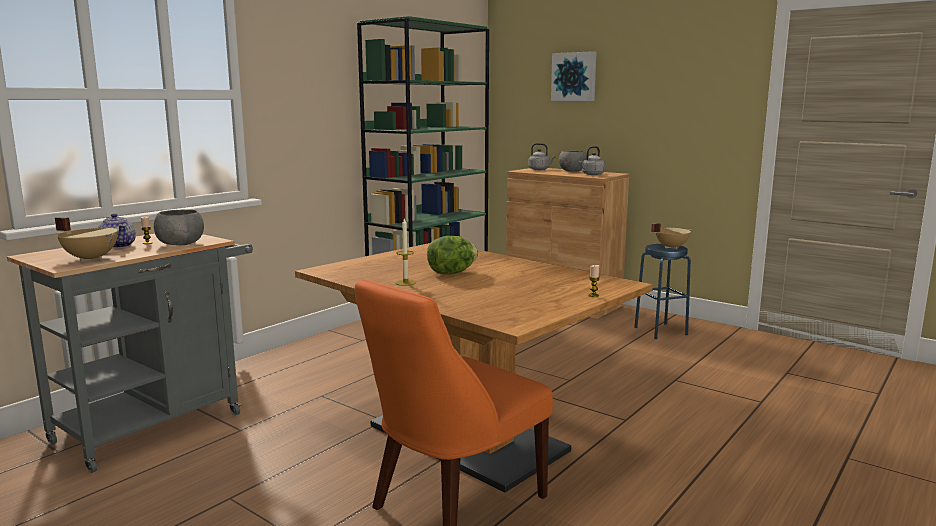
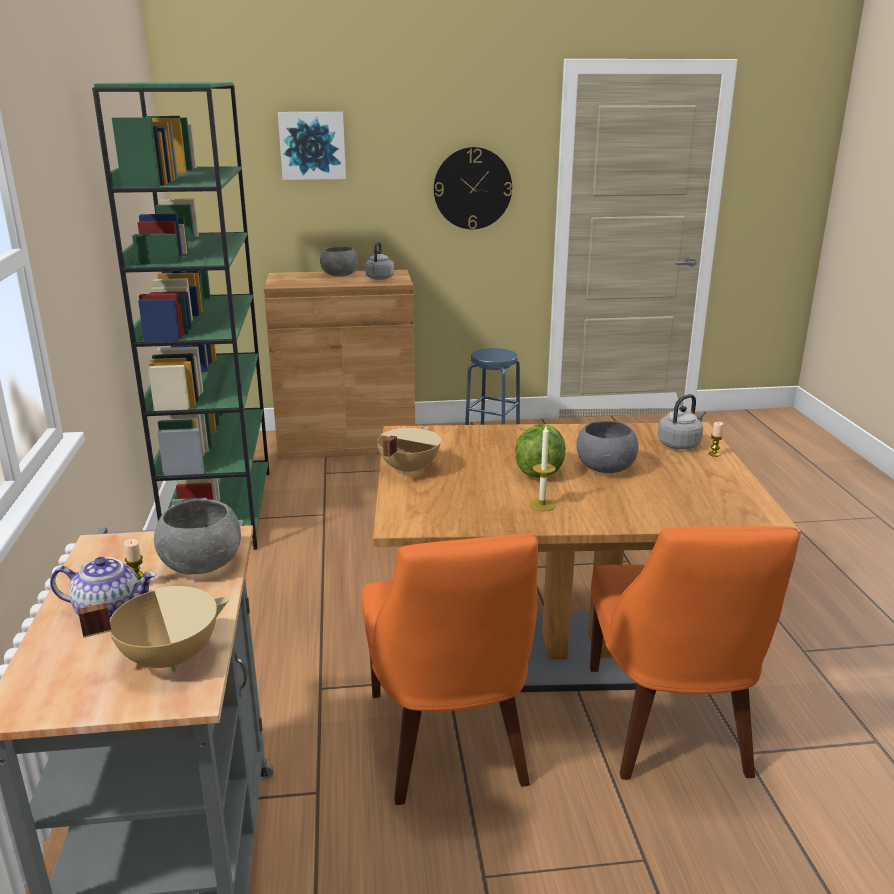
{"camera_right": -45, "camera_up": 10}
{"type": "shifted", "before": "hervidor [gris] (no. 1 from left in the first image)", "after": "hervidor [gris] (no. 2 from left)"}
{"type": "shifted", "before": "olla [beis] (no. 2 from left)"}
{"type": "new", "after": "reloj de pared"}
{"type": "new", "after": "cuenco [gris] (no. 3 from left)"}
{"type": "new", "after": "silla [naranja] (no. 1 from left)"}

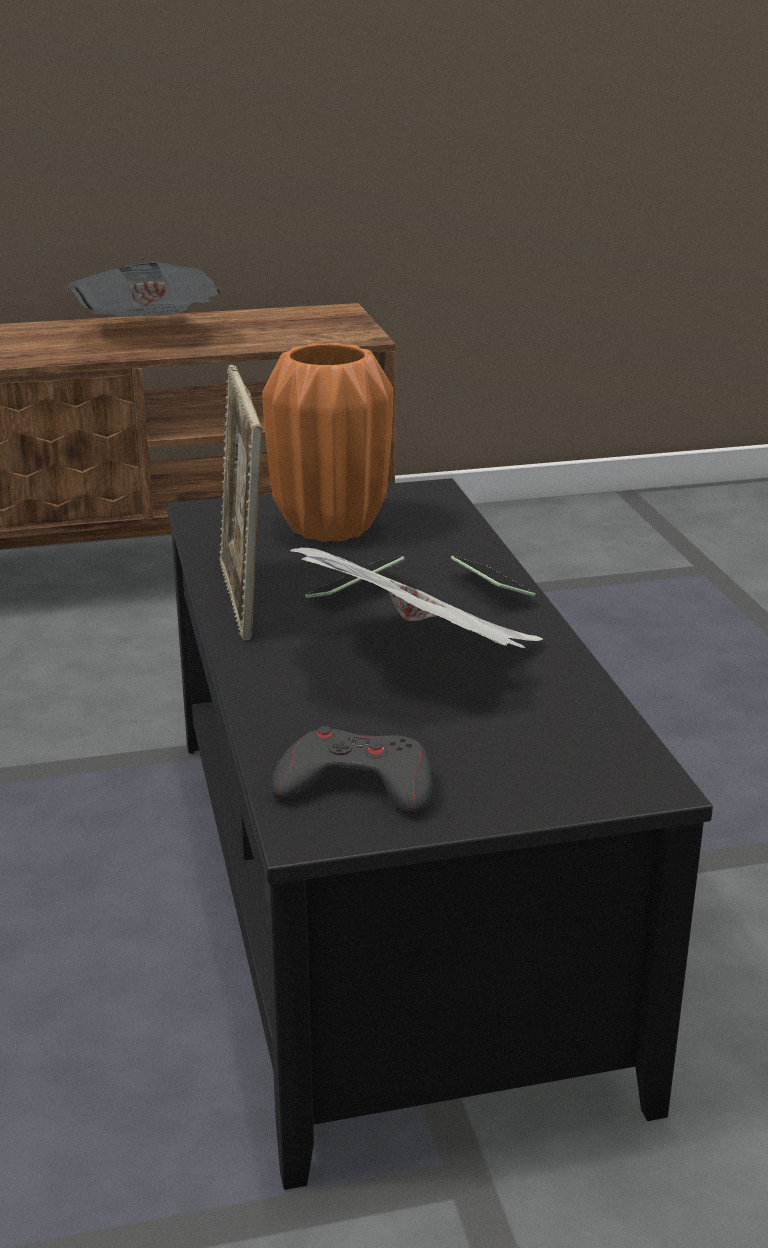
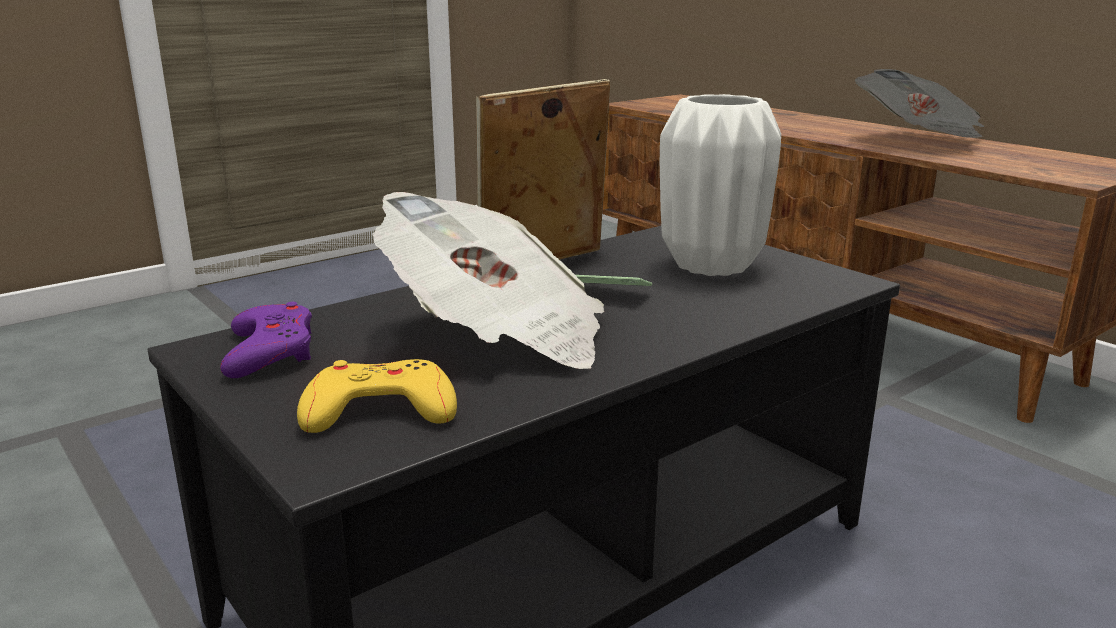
{"camera_right": 65, "camera_up": -5}
{"type": "repainted", "before": "florero [naranja]", "after": "florero [blanco]"}
{"type": "gone", "before": "móvil (no. 2 from left)"}
{"type": "repainted", "before": "mando de consola [gris]", "after": "mando de consola [morado]"}
{"type": "new", "after": "mando de consola [amarillo]"}

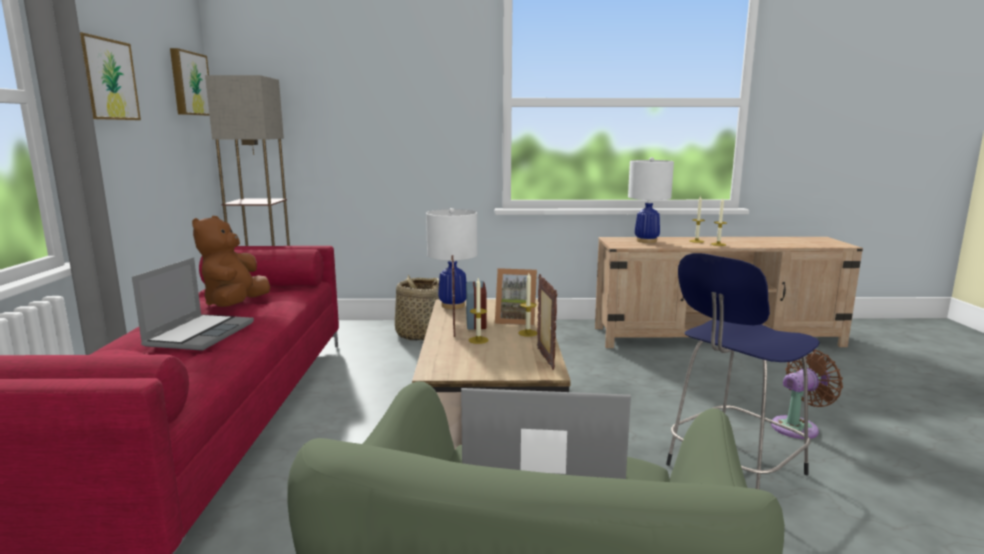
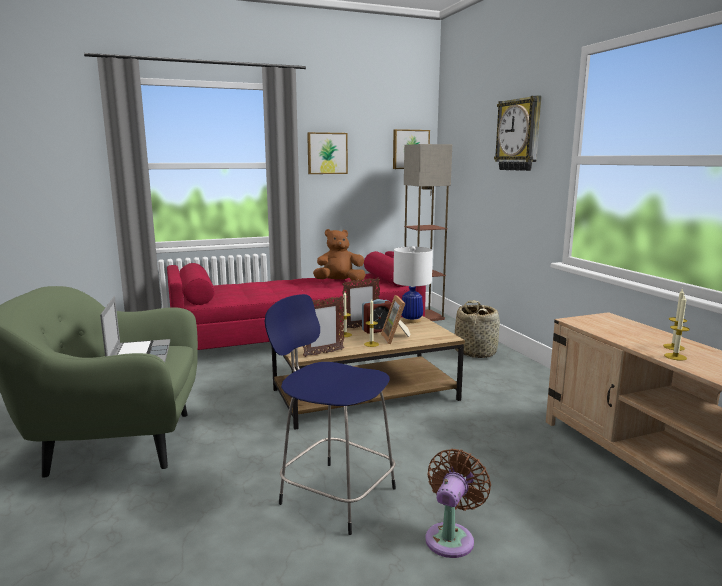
{"camera_right": 70, "camera_up": 0}
{"type": "gone", "before": "lámpara de mesa [blanco] (no. 2 from left)"}
{"type": "gone", "before": "portátil (no. 1 from left)"}
{"type": "rotated", "before": "ventilador [marrón]", "turn": -105}
{"type": "new", "after": "reloj de pared"}

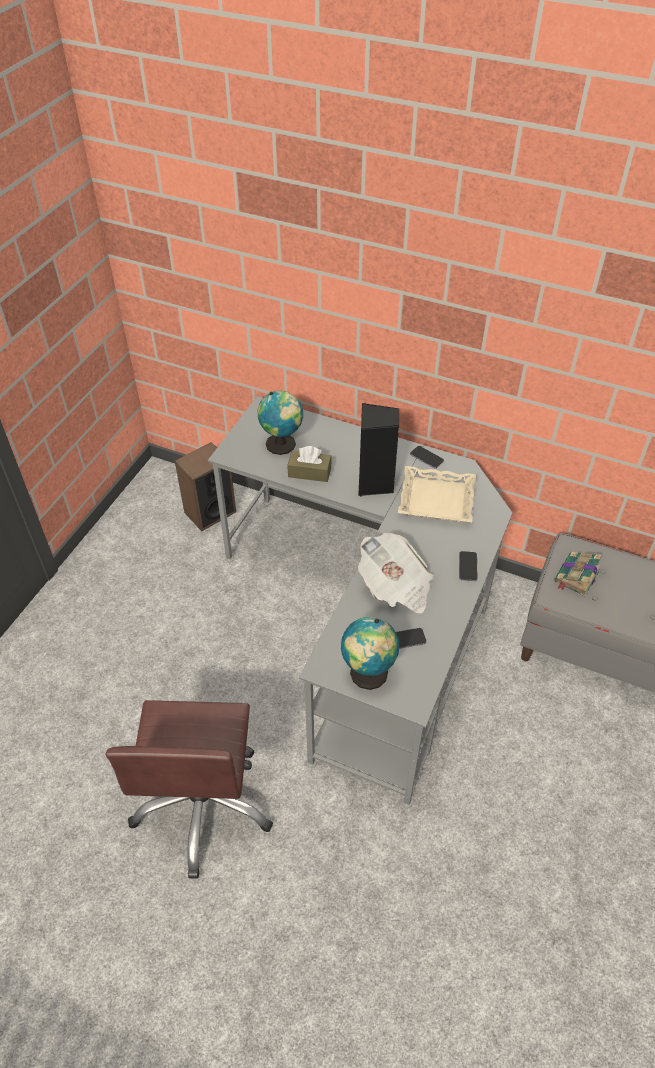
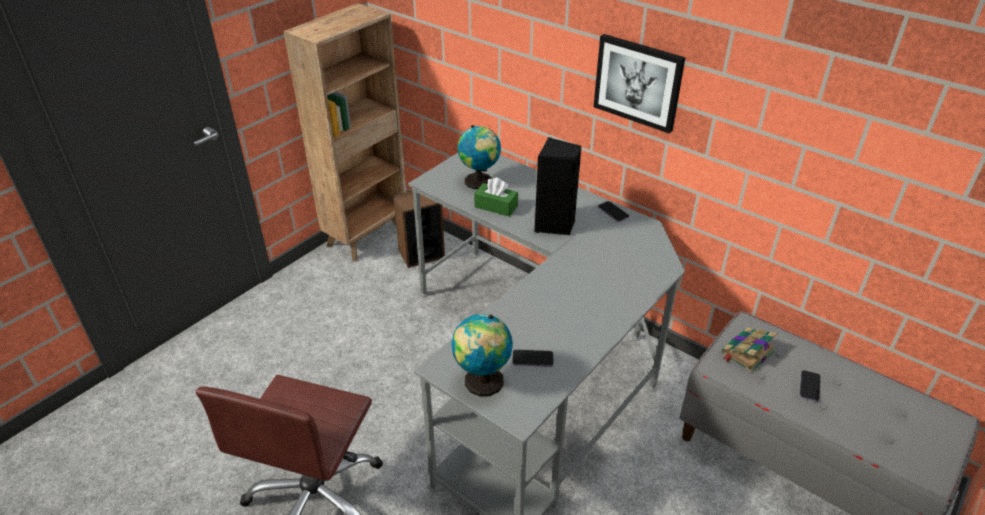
{"camera_right": 15, "camera_up": -10}
{"type": "repainted", "before": "caja de pañuelos [marrón]", "after": "caja de pañuelos [verde]"}
{"type": "gone", "before": "bandeja [beis]"}
{"type": "gone", "before": "periódico"}
{"type": "shifted", "before": "móvil (no. 3 from left)"}
{"type": "new", "after": "estantería [marrón]"}
{"type": "new", "after": "cuadro"}

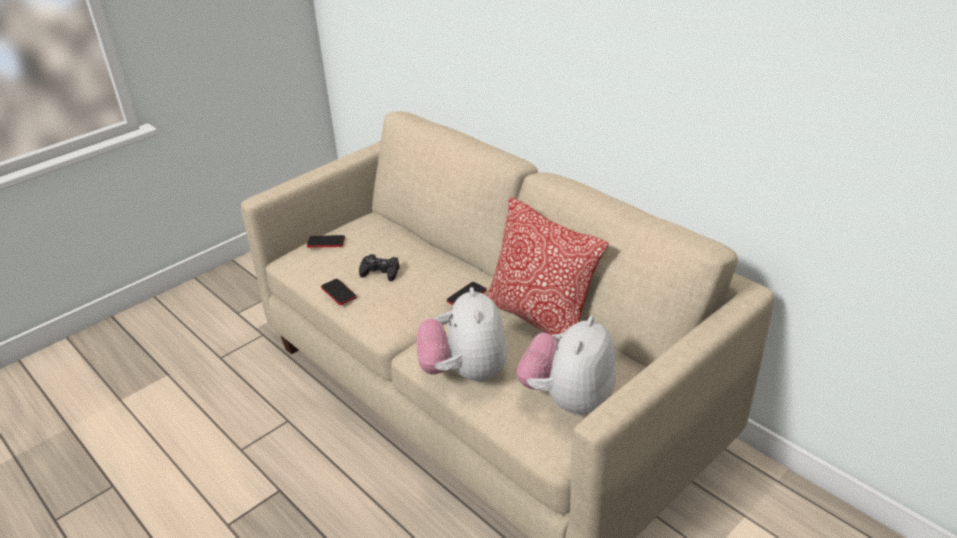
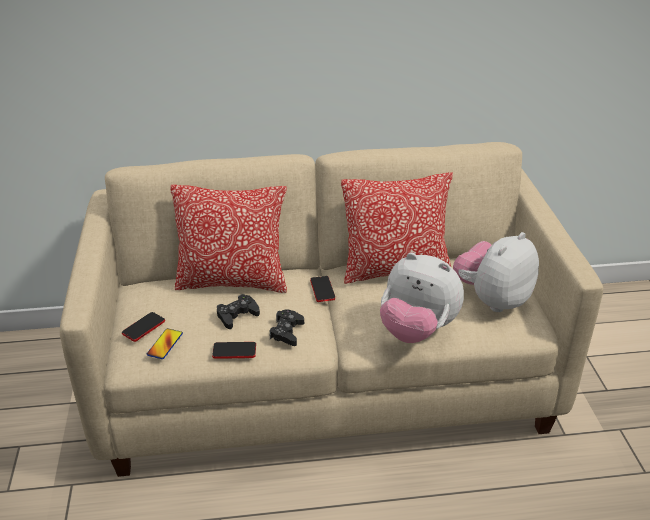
{"camera_right": -55, "camera_up": 0}
{"type": "rotated", "before": "peluche (no. 2 from left)", "turn": 75}
{"type": "new", "after": "cojín (no. 1 from left)"}
{"type": "new", "after": "mando de consola [negro] (no. 2 from left)"}
{"type": "new", "after": "móvil (no. 2 from left)"}

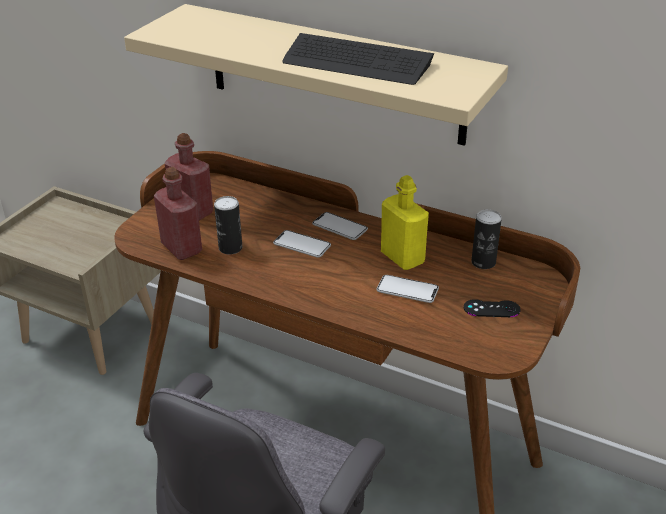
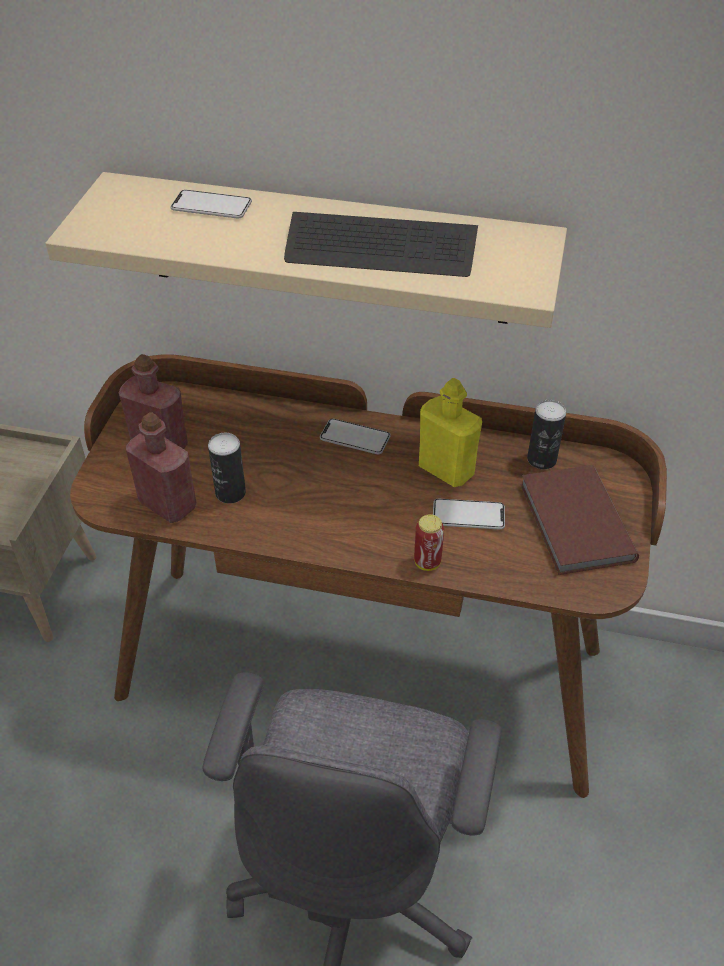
{"camera_right": -15, "camera_up": 10}
{"type": "shifted", "before": "móvil (no. 1 from left)"}
{"type": "swapped", "before": "mando de consola [negro]", "after": "libro [marrón]"}
{"type": "new", "after": "lata (no. 2 from left)"}

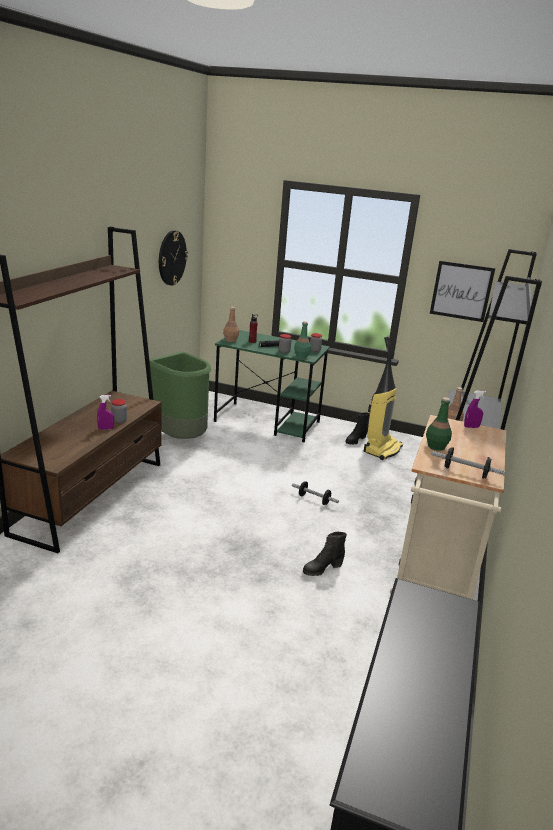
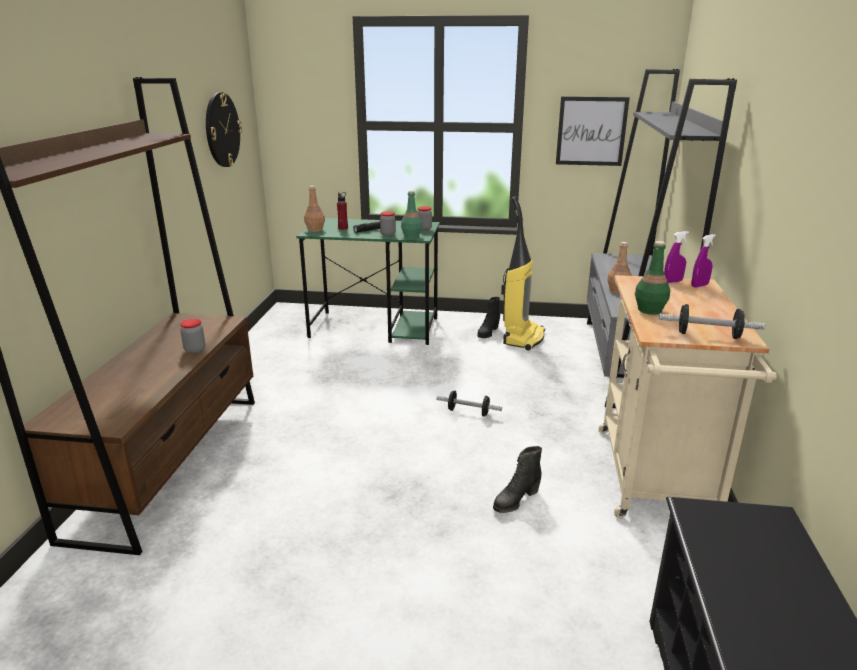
{"camera_right": -10, "camera_up": 0}
{"type": "gone", "before": "papelera [verde]"}
{"type": "shifted", "before": "pulverizador [morado] (no. 1 from left in the first image)", "after": "pulverizador [morado] (no. 2 from left)"}

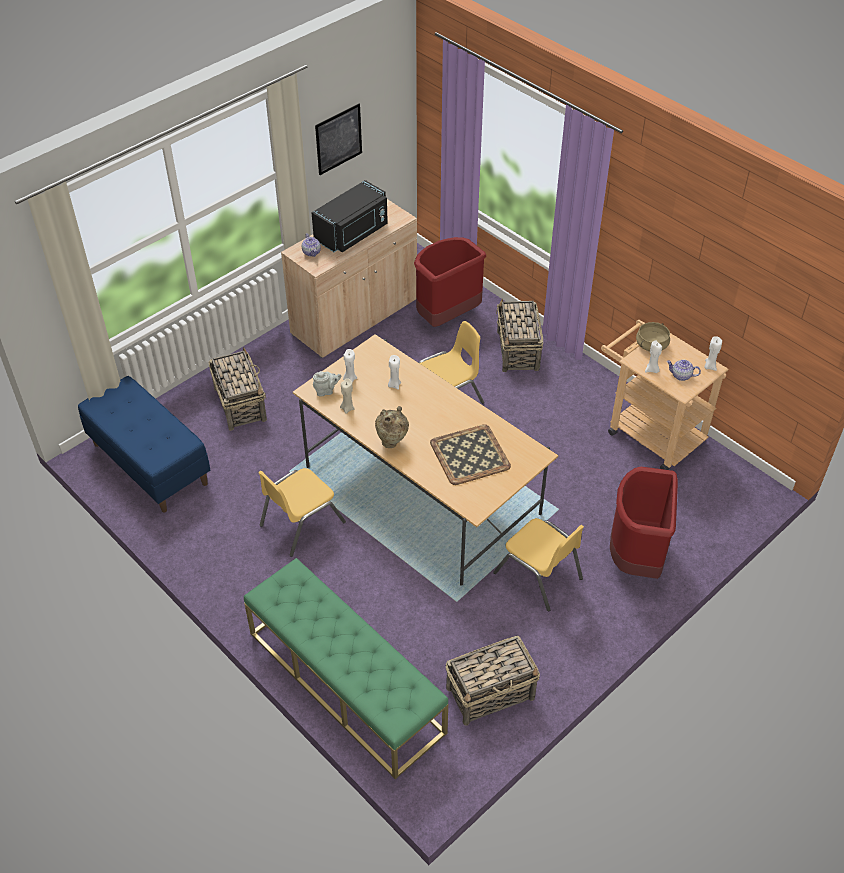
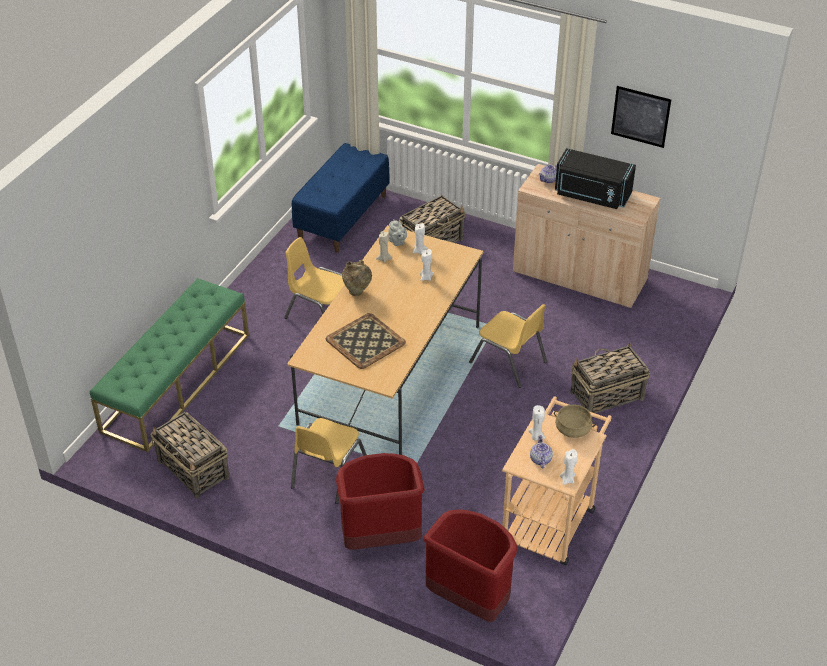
{"camera_right": 70, "camera_up": -5}
{"type": "shifted", "before": "papelera [rojo] (no. 1 from left in the first image)", "after": "papelera [rojo] (no. 2 from left)"}

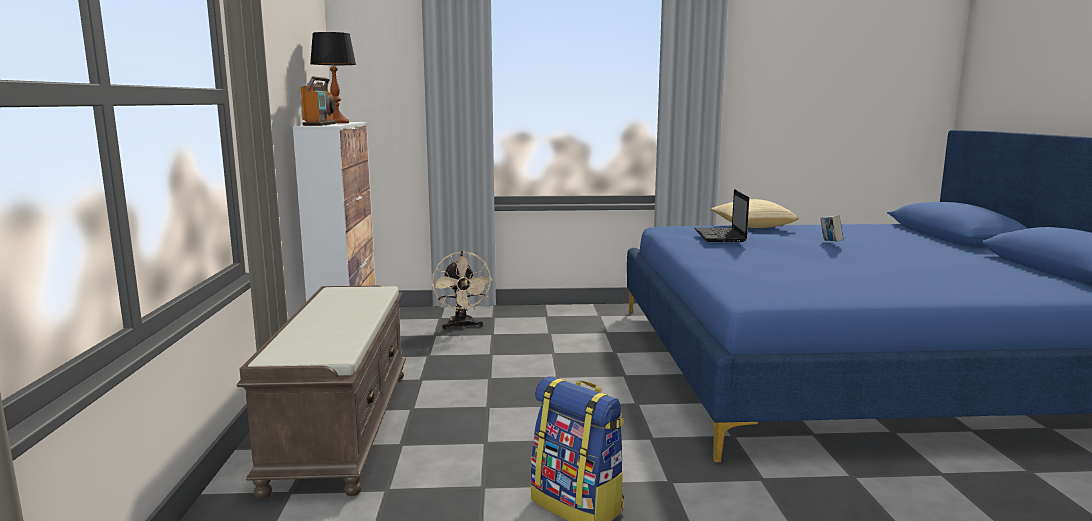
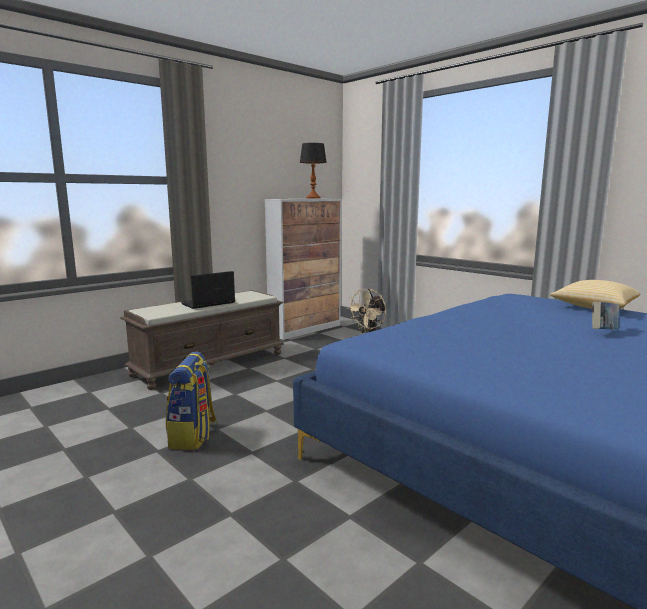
{"camera_right": 50, "camera_up": 0}
{"type": "gone", "before": "radio"}
{"type": "shifted", "before": "portátil"}

